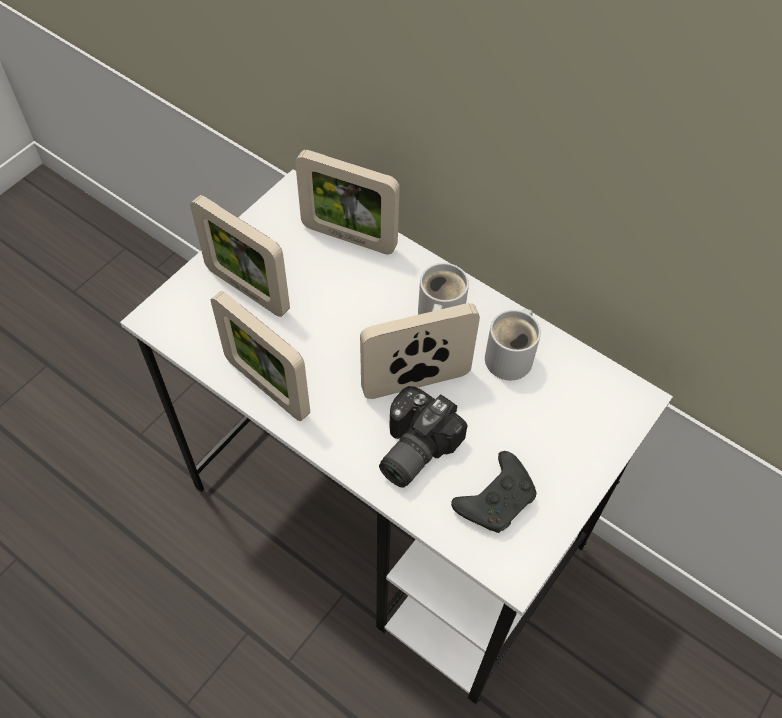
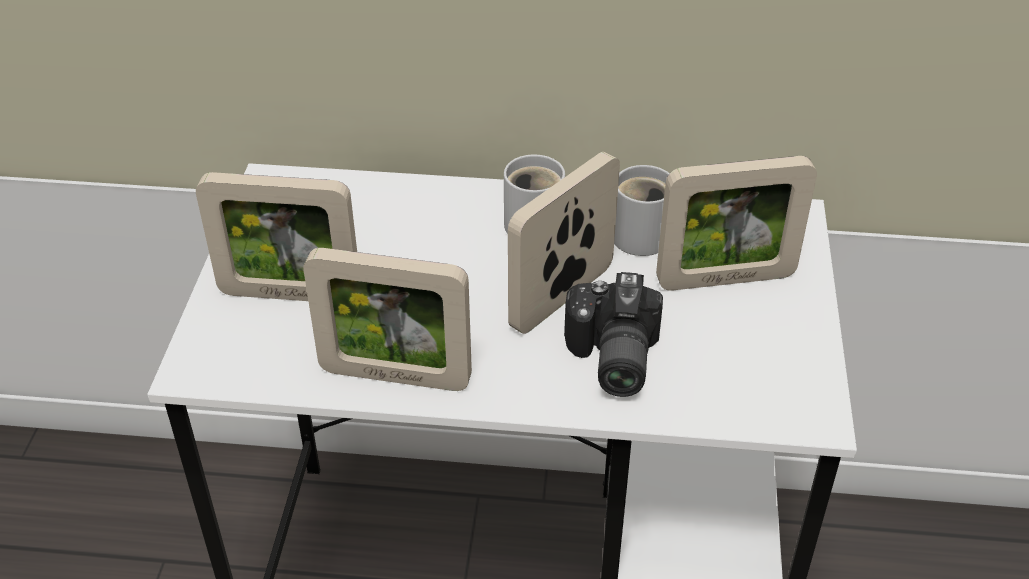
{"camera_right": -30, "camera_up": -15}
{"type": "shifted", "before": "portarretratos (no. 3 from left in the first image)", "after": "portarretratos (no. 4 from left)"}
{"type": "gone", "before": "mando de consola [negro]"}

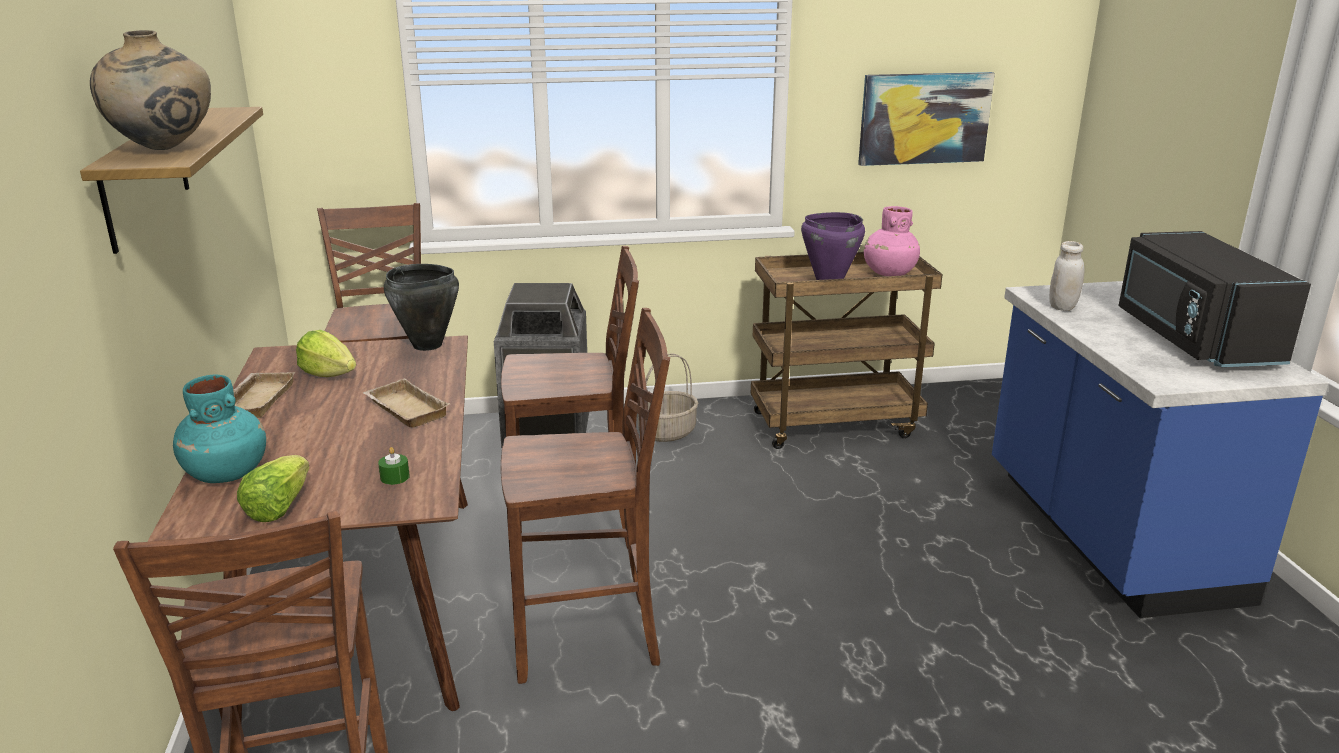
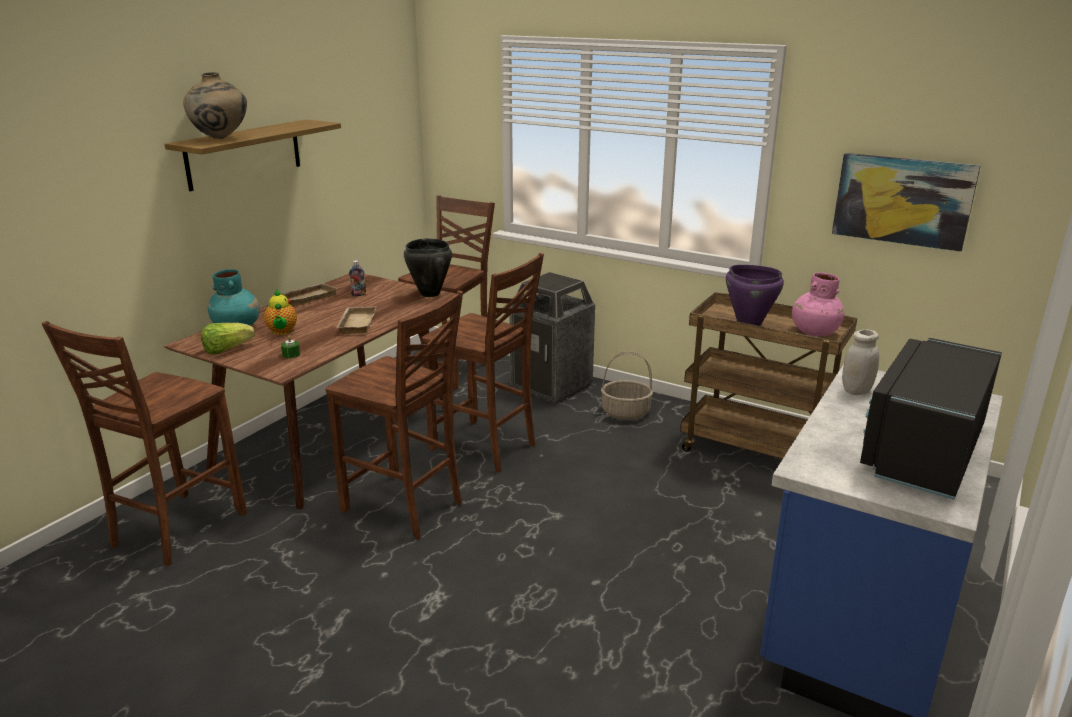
{"camera_right": 40, "camera_up": 0}
{"type": "swapped", "before": "lechuga (no. 2 from left)", "after": "botella"}
{"type": "new", "after": "tetera"}

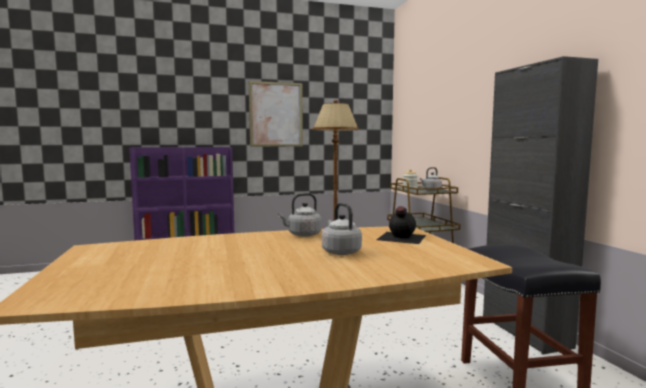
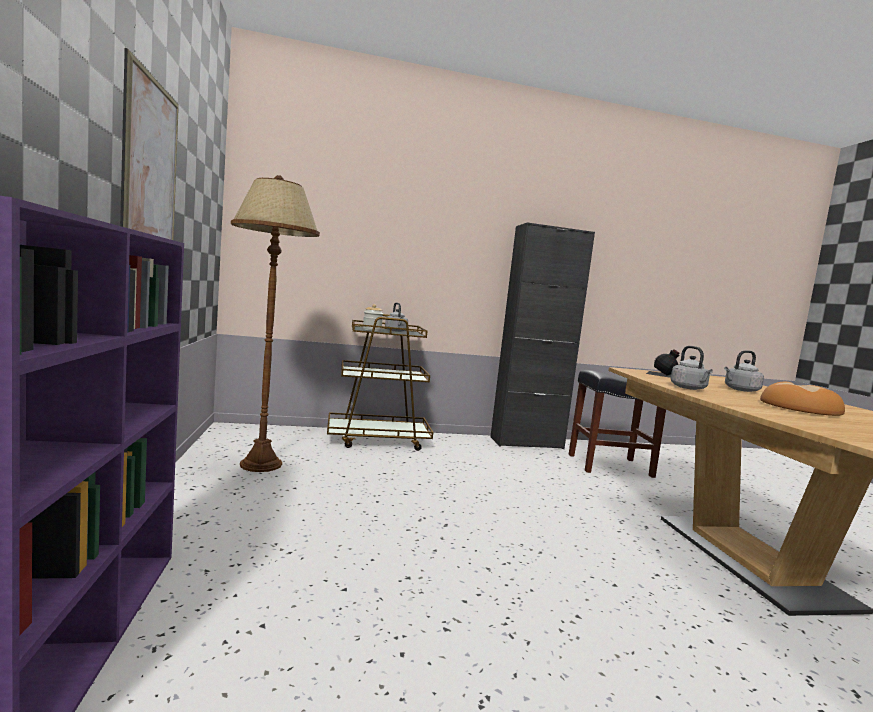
{"camera_right": -85, "camera_up": 0}
{"type": "new", "after": "pan"}

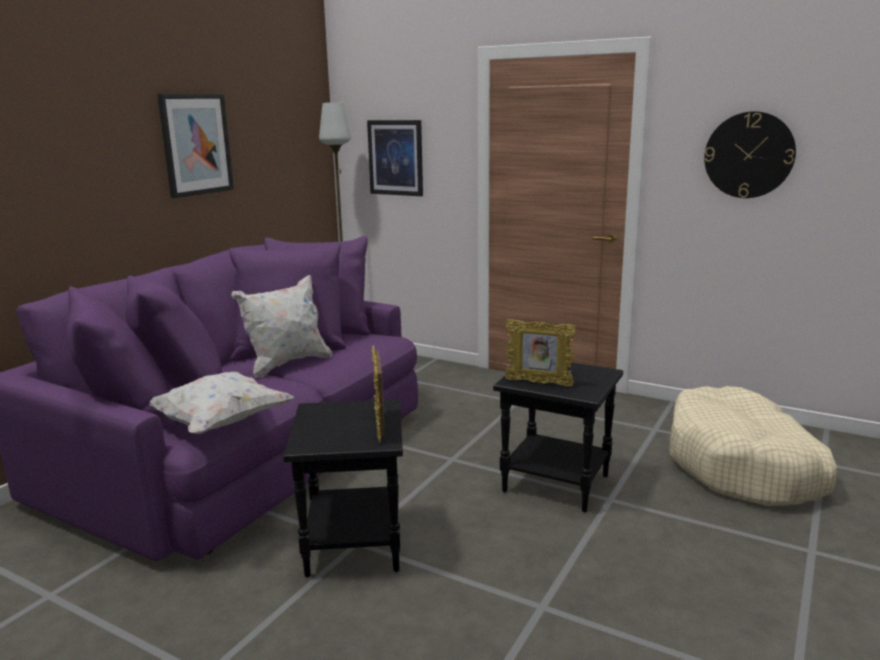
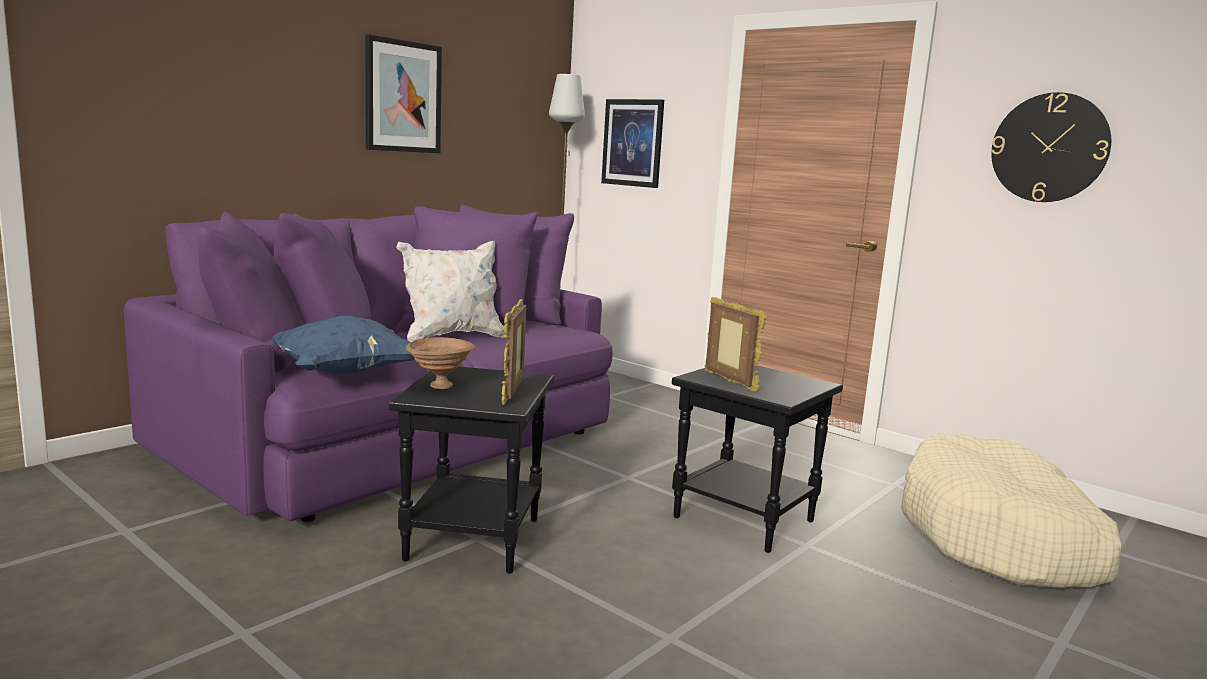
{"camera_right": 10, "camera_up": -5}
{"type": "rotated", "before": "portarretratos (no. 2 from left)", "turn": -150}
{"type": "repainted", "before": "cojín [blanco] (no. 1 from left)", "after": "cojín [azul]"}
{"type": "new", "after": "cuenco [marrón]"}

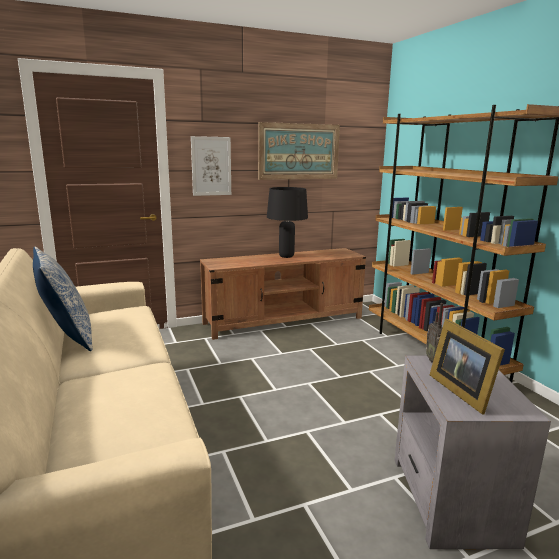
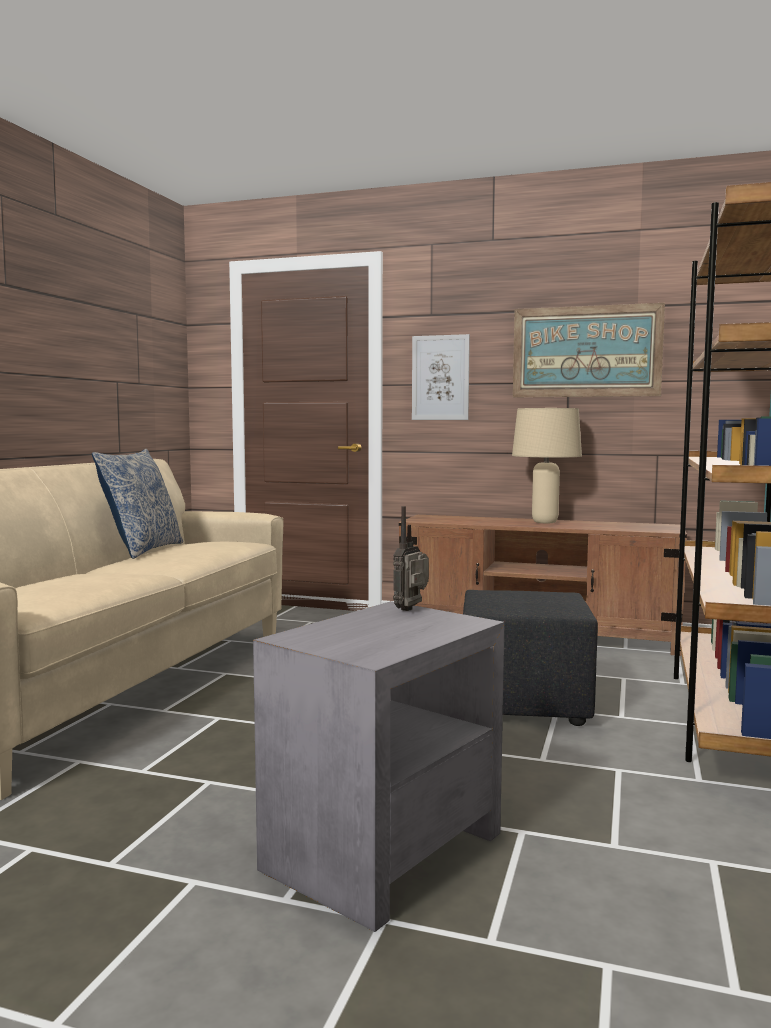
{"camera_right": 40, "camera_up": -10}
{"type": "repainted", "before": "lámpara de mesa [negro]", "after": "lámpara de mesa [beis]"}
{"type": "gone", "before": "portarretratos"}
{"type": "new", "after": "puf [negro]"}

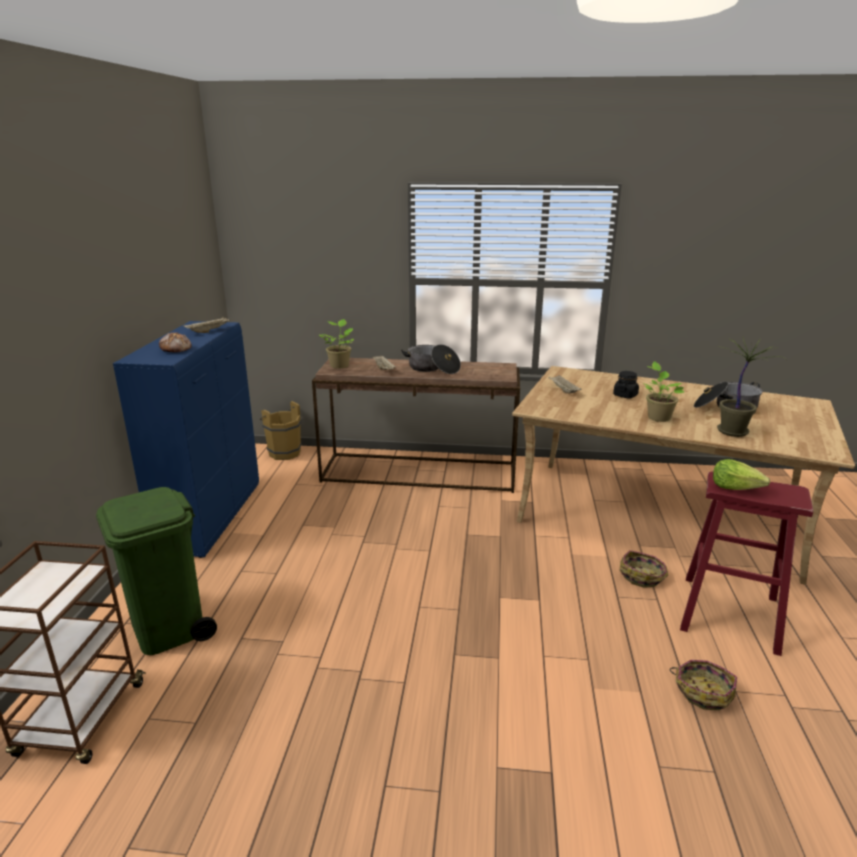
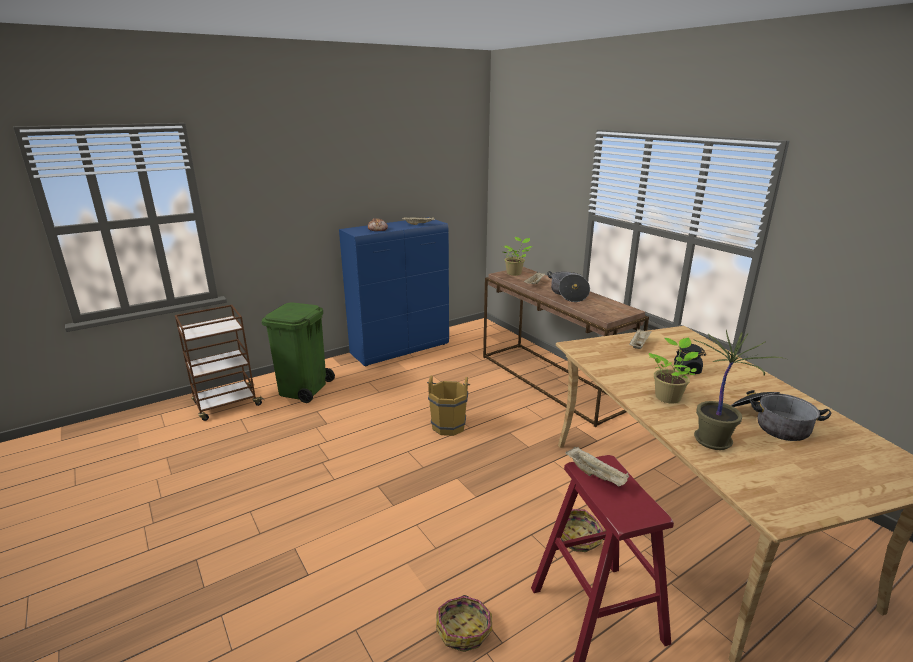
{"camera_right": 50, "camera_up": 0}
{"type": "shifted", "before": "cubo [marrón]"}
{"type": "swapped", "before": "lechuga", "after": "bandeja [beis] (no. 3 from left)"}

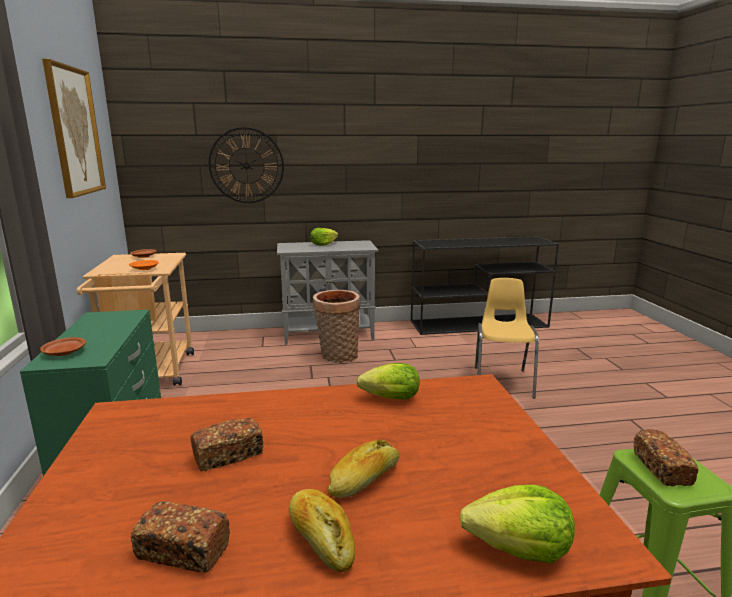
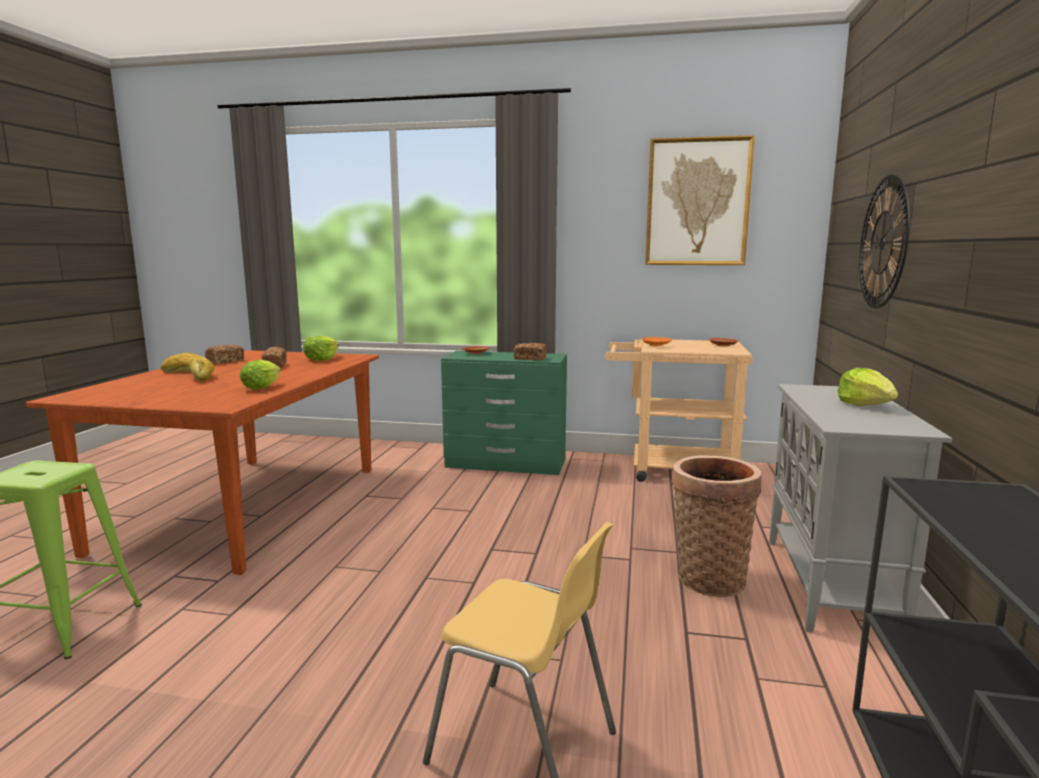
{"camera_right": 110, "camera_up": -5}
{"type": "shifted", "before": "pan (no. 5 from left)"}
{"type": "shifted", "before": "lechuga (no. 3 from left in the first image)", "after": "lechuga (no. 2 from left)"}

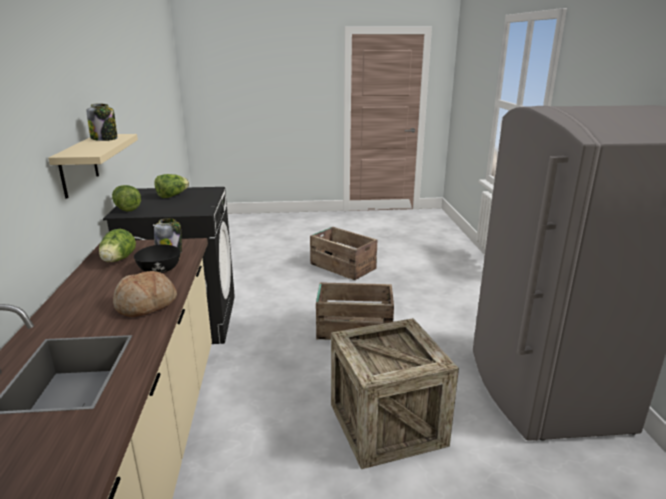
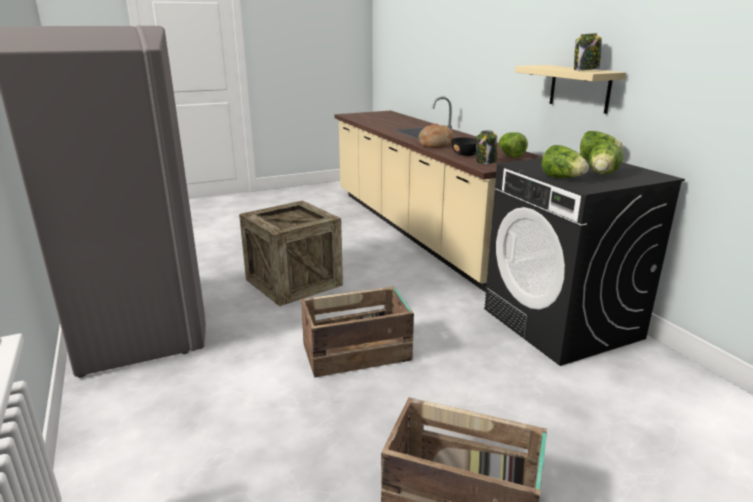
{"camera_right": 160, "camera_up": 0}
{"type": "new", "after": "lechuga (no. 2 from left)"}

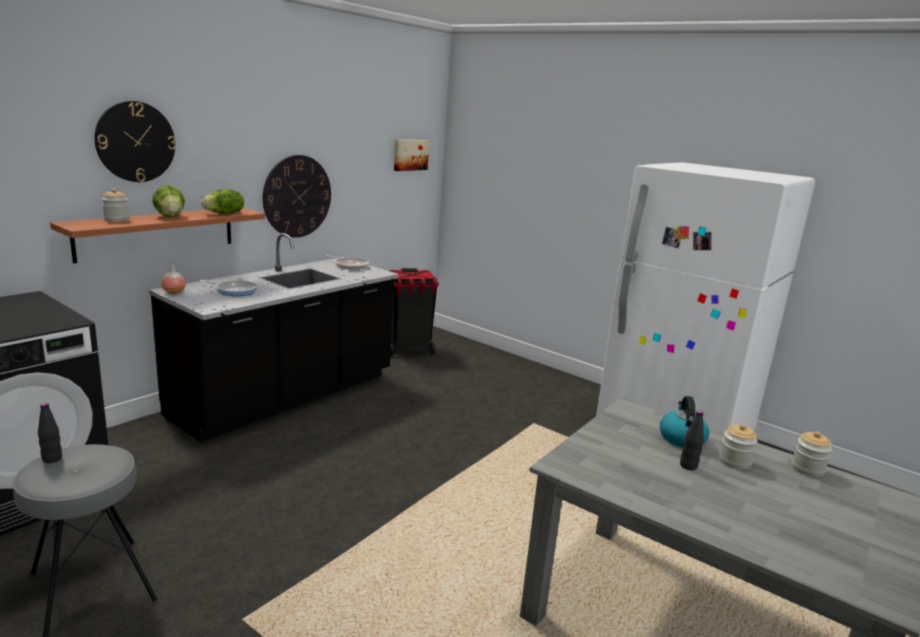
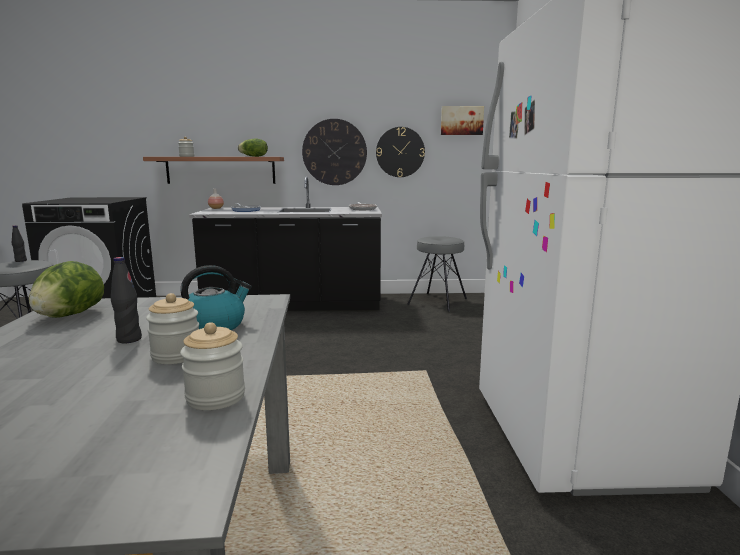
{"camera_right": 50, "camera_up": -5}
{"type": "shifted", "before": "reloj de pared (no. 1 from left in the first image)", "after": "reloj de pared (no. 2 from left)"}
{"type": "shifted", "before": "lechuga (no. 1 from left)"}
{"type": "swapped", "before": "papelera [negro]", "after": "taburete [gris] (no. 2 from left)"}

